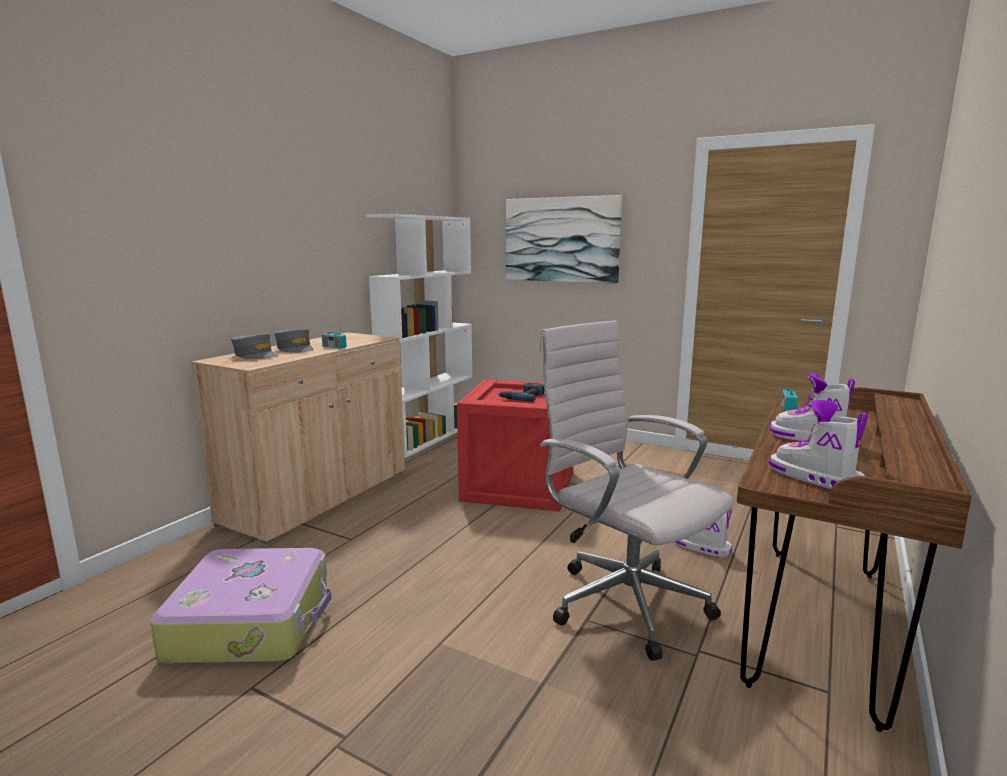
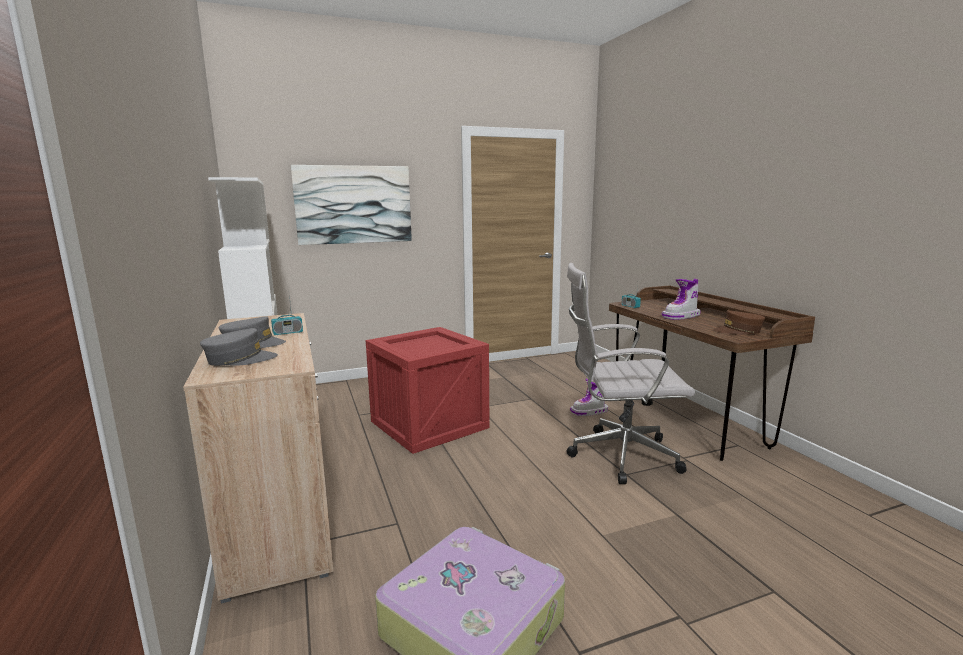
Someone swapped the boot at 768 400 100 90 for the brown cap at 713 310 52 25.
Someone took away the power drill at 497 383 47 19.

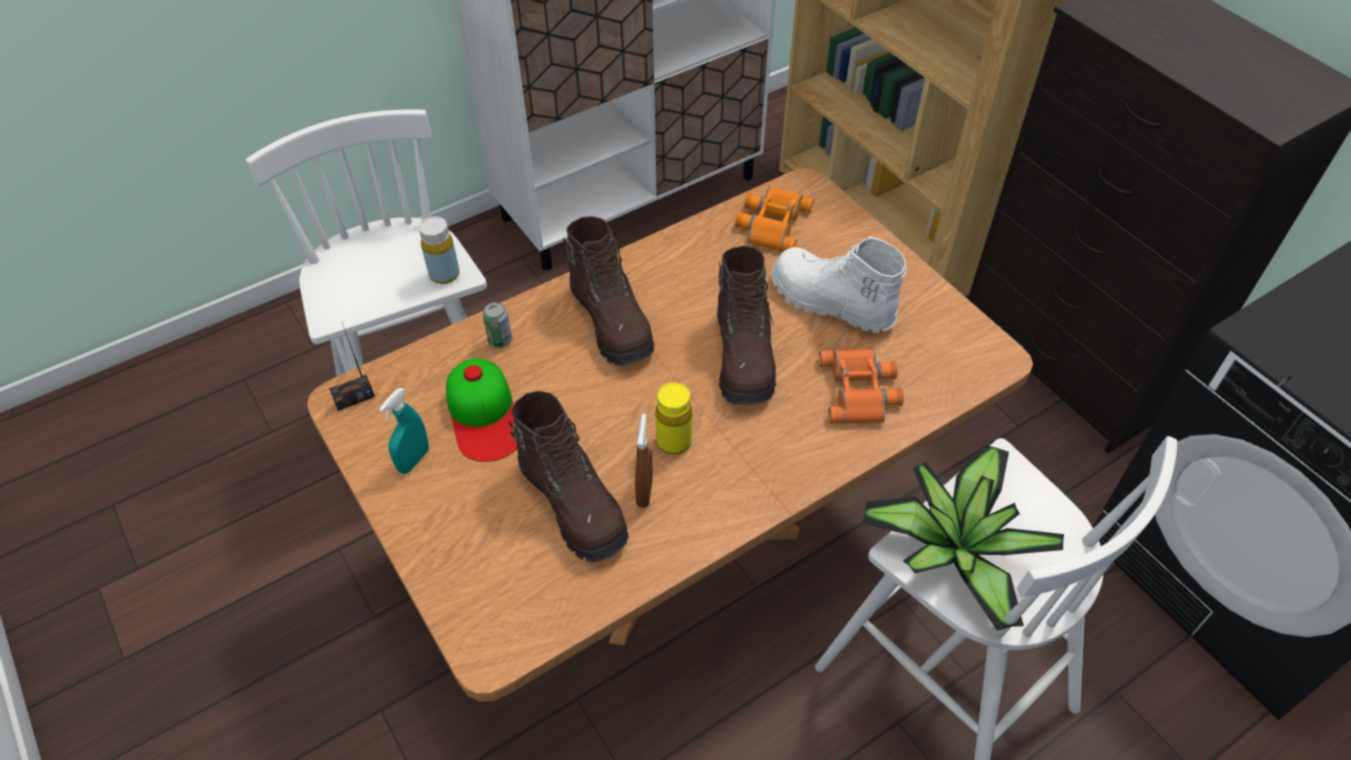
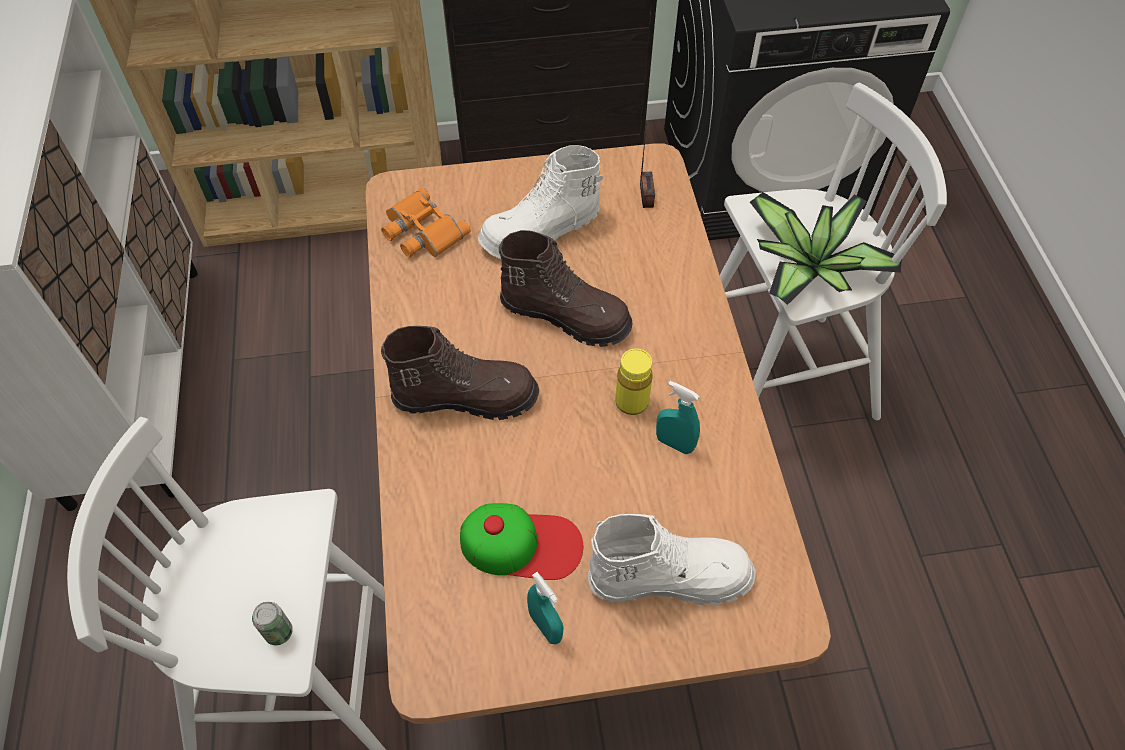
Someone carried the can from 483 302 29 46 to 252 602 41 43.
Someone put down the white boot at 588 514 168 92.
Someone carried the radio from 329 323 46 88 to 640 121 15 87.
Someone repainted the brown spray bottle at 635 414 18 94, which became the turquoise spray bottle at 656 381 44 73.
Someone took away the yellow bottle at 419 216 41 68.
Someone took away the brown boot at 508 391 120 171.
Someone took away the orange binoculars at 819 348 85 76.

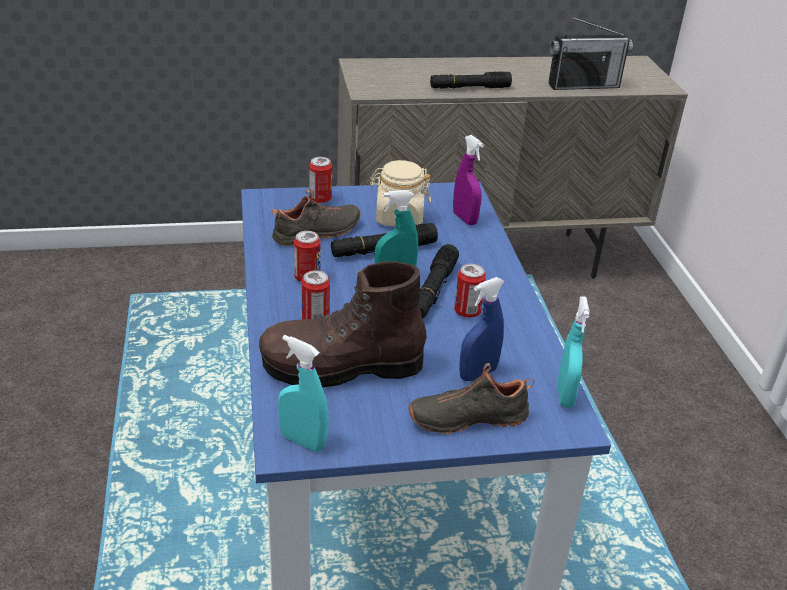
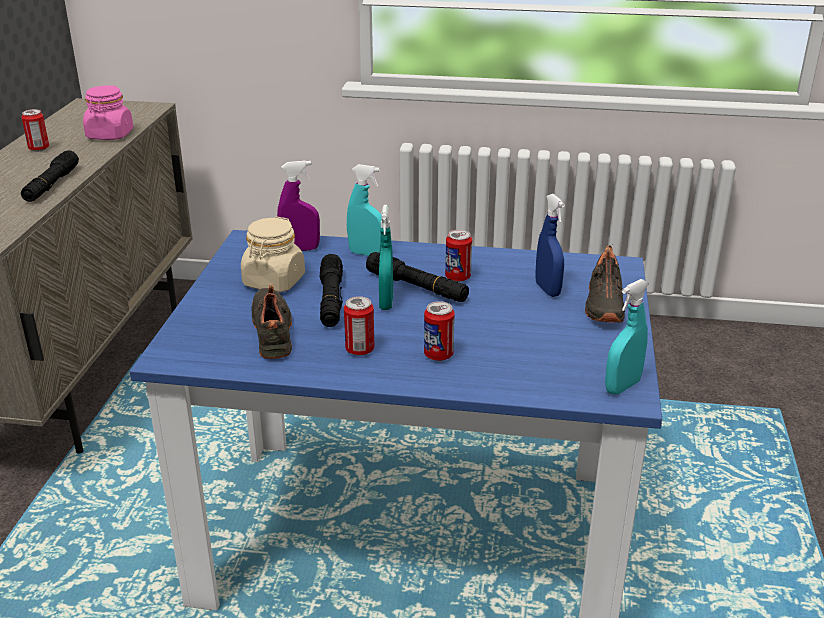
Someone carried the can from 309 157 23 46 to 21 109 28 42.
Someone swapped the radio at 549 16 84 74 for the pink jar at 83 85 51 55.
Someone carried the turquoise spray bottle from 557 297 32 111 to 347 164 35 92.
Someone took away the brown boot at 259 261 168 127.

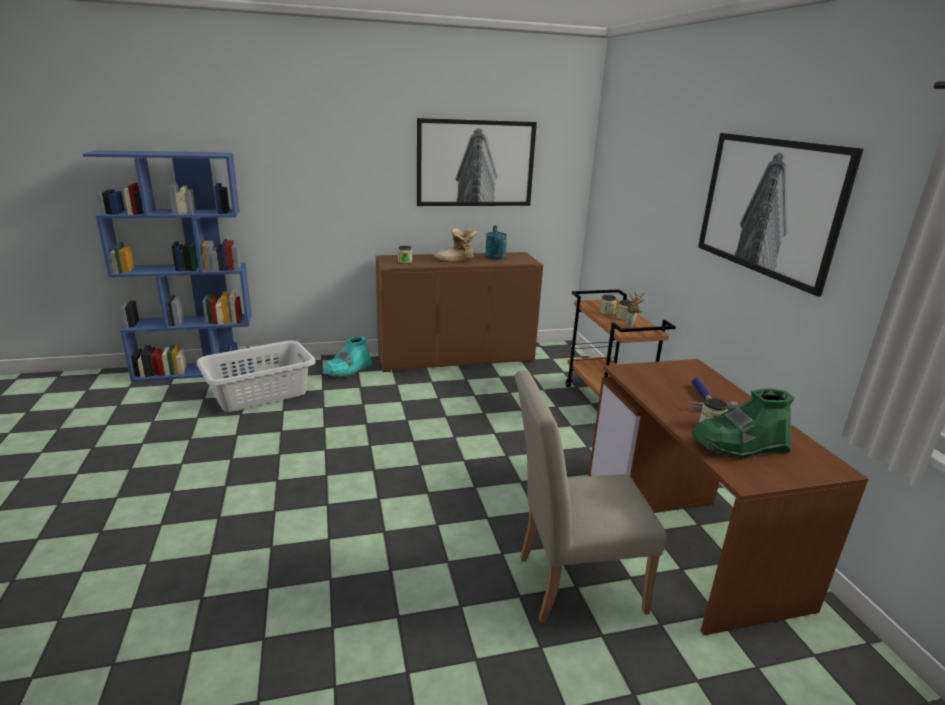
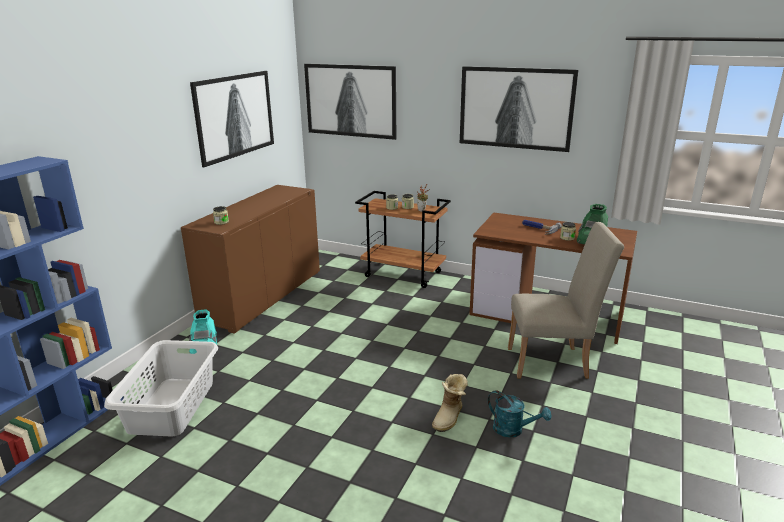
Someone put up the picture at 304 64 92 76.
Someone carried the boot from 434 228 43 34 to 432 374 36 58.
Someone carried the turquoise watering can from 485 226 22 34 to 488 390 64 48.
Someone rotated the beige chair at 515 370 152 253 by 120 degrees counterclockwise.

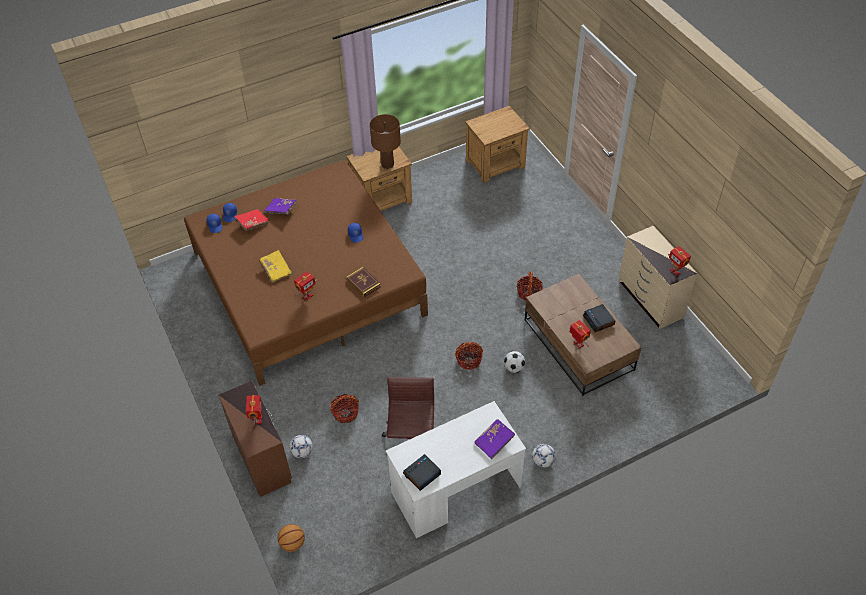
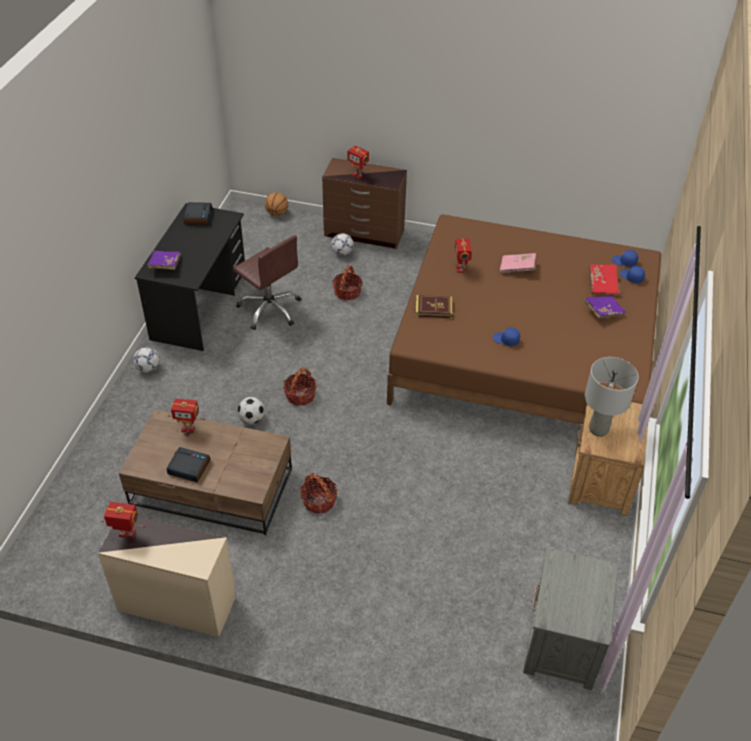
Someone repainted the white desk at 386 401 140 137, which became the black desk at 135 203 110 148.
Someone repainted the yellow book at 259 250 33 33, which became the pink book at 500 253 36 20.
Someone repainted the brown nightstand at 465 106 65 77, which became the grey nightstand at 523 548 95 142.
Someone repainted the brown table lamp at 370 114 31 55, which became the grey table lamp at 585 357 54 80.

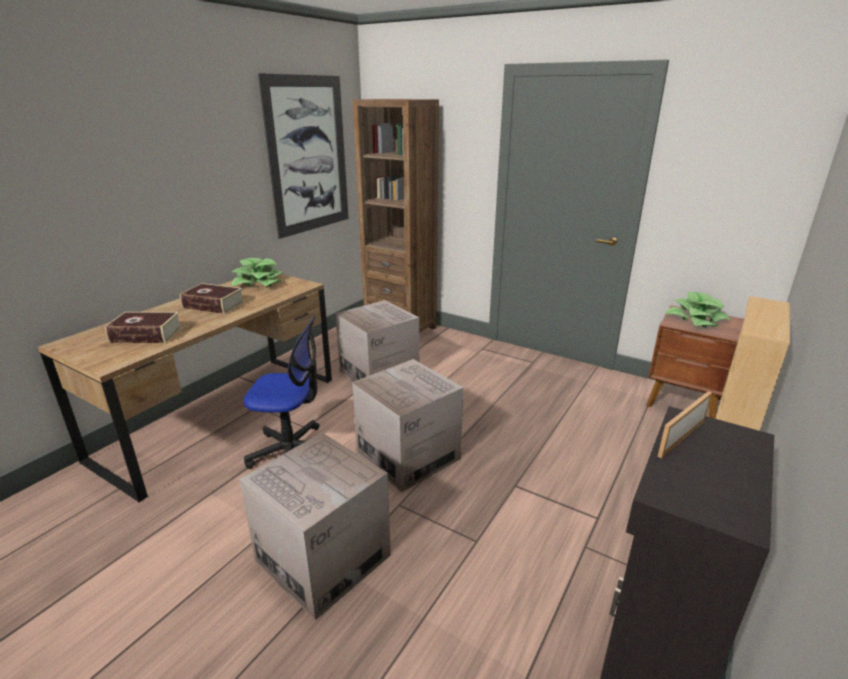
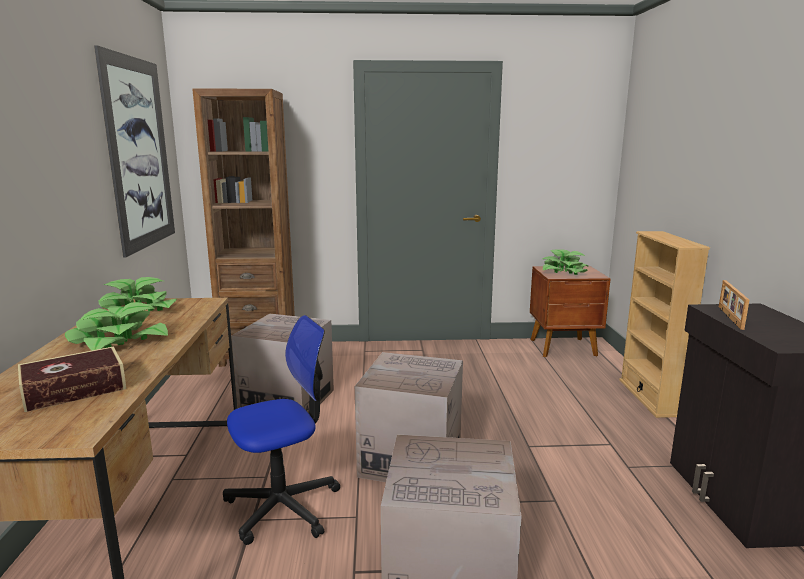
Someone swapped the book at 180 283 65 31 for the potted plant at 65 302 103 49.

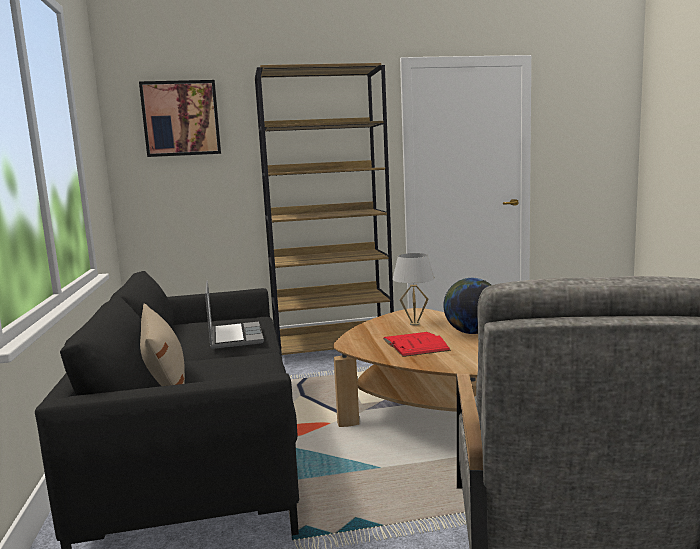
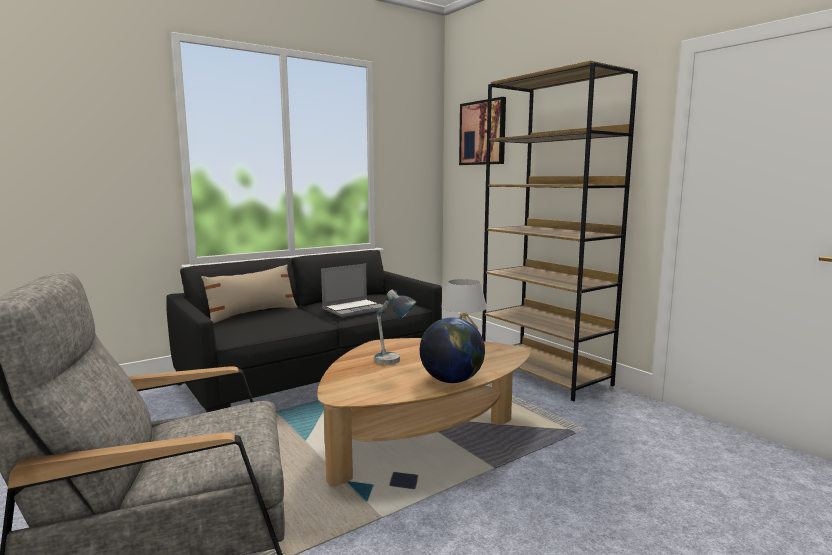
Someone swapped the red book at 383 332 68 25 for the table lamp at 375 290 42 75.

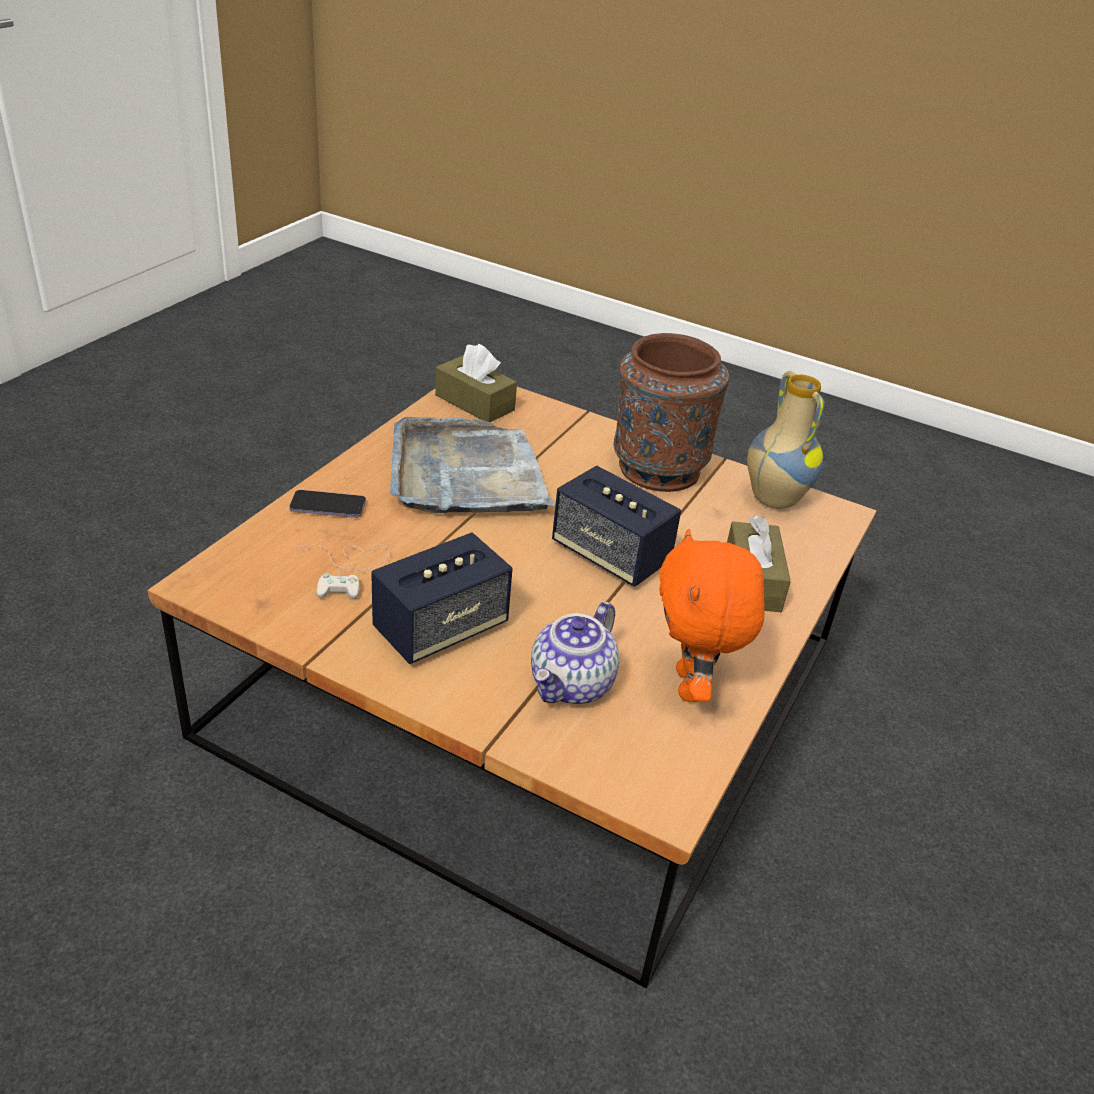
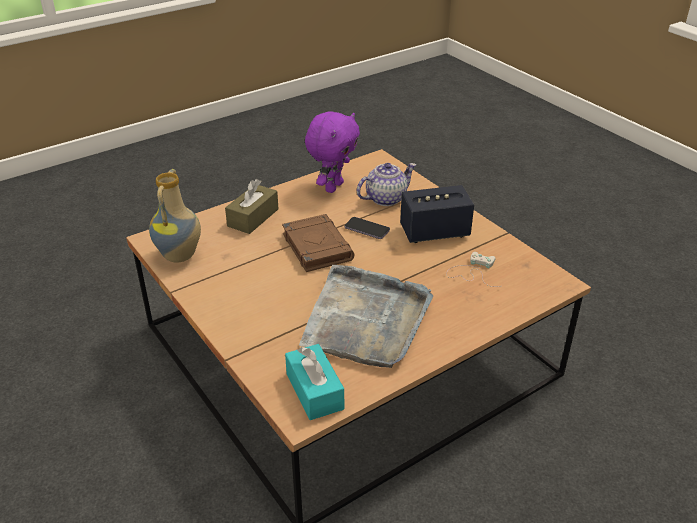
Someone swapped the speaker at 552 465 129 122 for the brown book at 282 214 72 58.
Someone repainted the brown tissue box at 435 344 82 78, which became the turquoise tissue box at 285 344 59 76.
Someone repainted the orange plush toy at 659 529 105 173, which became the purple plush toy at 305 111 55 82.
Someone carried the phone from 289 490 77 28 to 344 217 46 22.
Someone took away the brown vase at 613 333 116 159.

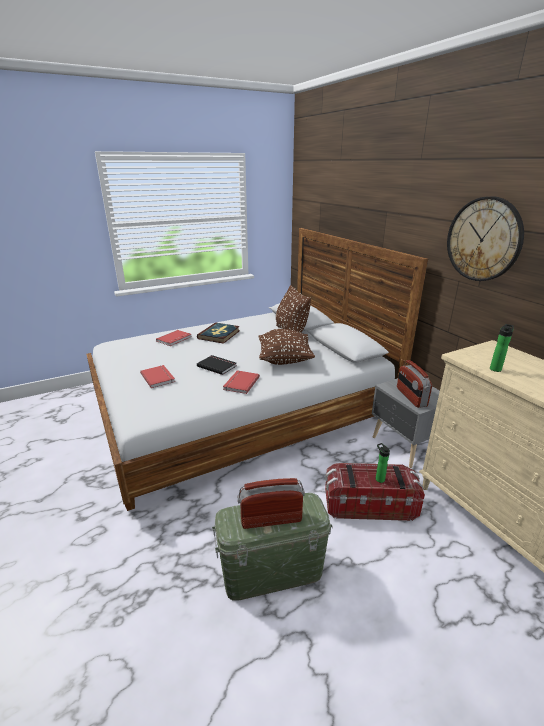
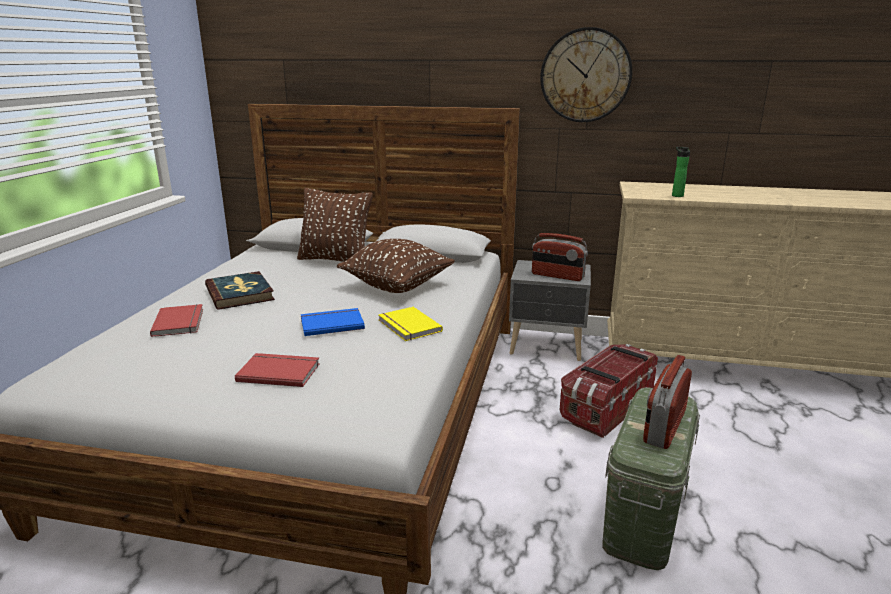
Someone repainted the black book at 197 355 39 20, which became the blue book at 301 308 64 28.
Someone repainted the red book at 223 371 37 23, which became the yellow book at 379 307 64 34.
Someone took away the bottle at 376 443 14 40.

